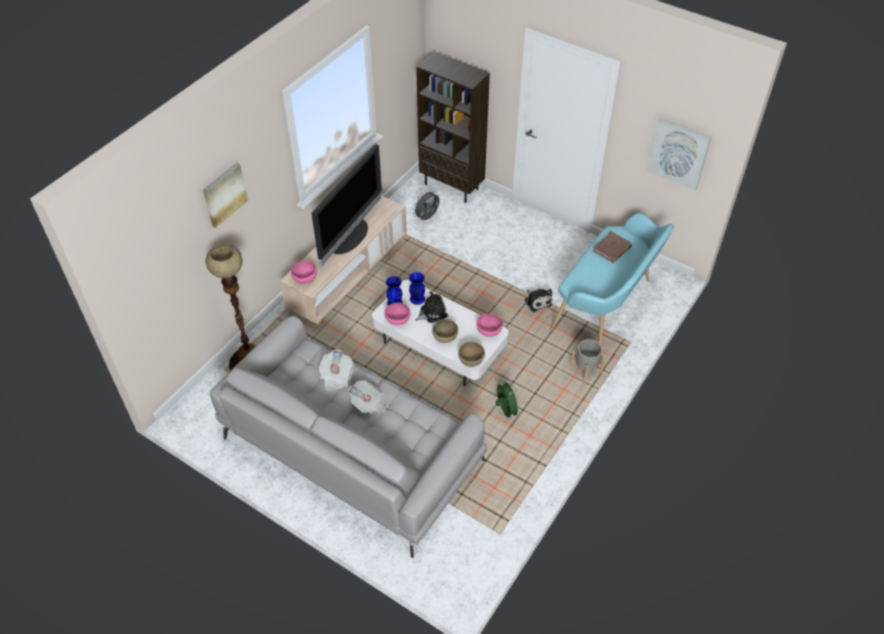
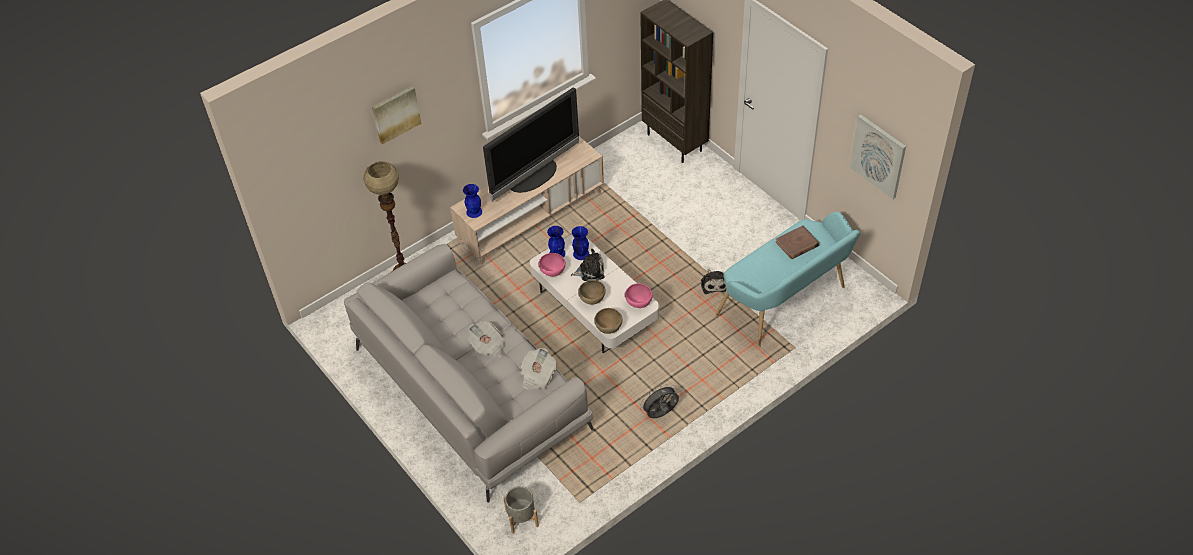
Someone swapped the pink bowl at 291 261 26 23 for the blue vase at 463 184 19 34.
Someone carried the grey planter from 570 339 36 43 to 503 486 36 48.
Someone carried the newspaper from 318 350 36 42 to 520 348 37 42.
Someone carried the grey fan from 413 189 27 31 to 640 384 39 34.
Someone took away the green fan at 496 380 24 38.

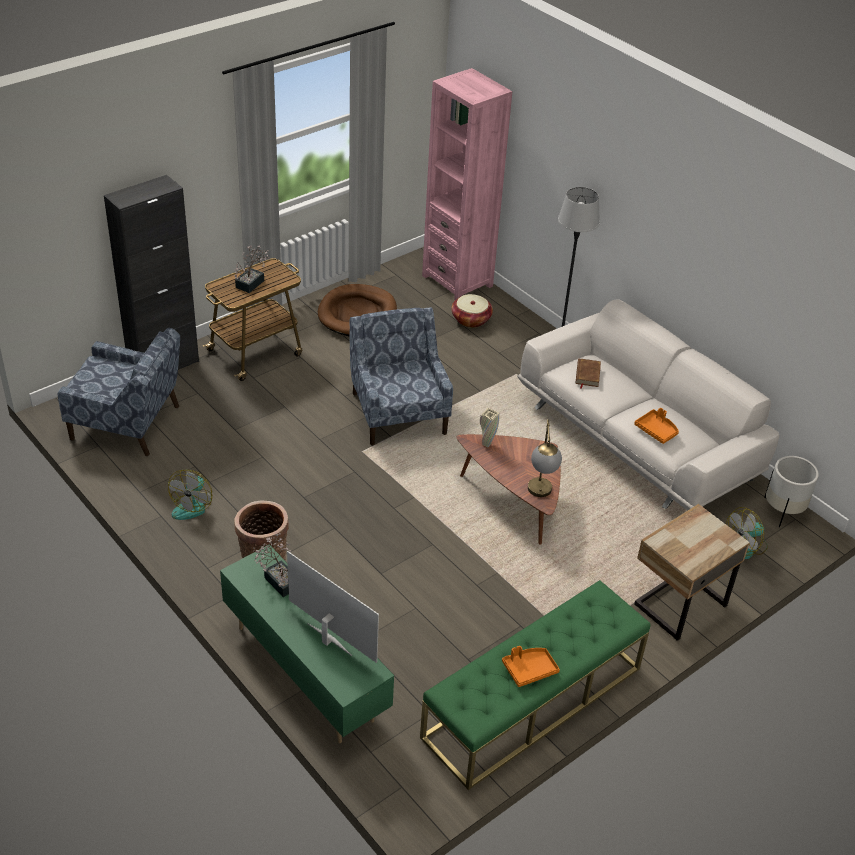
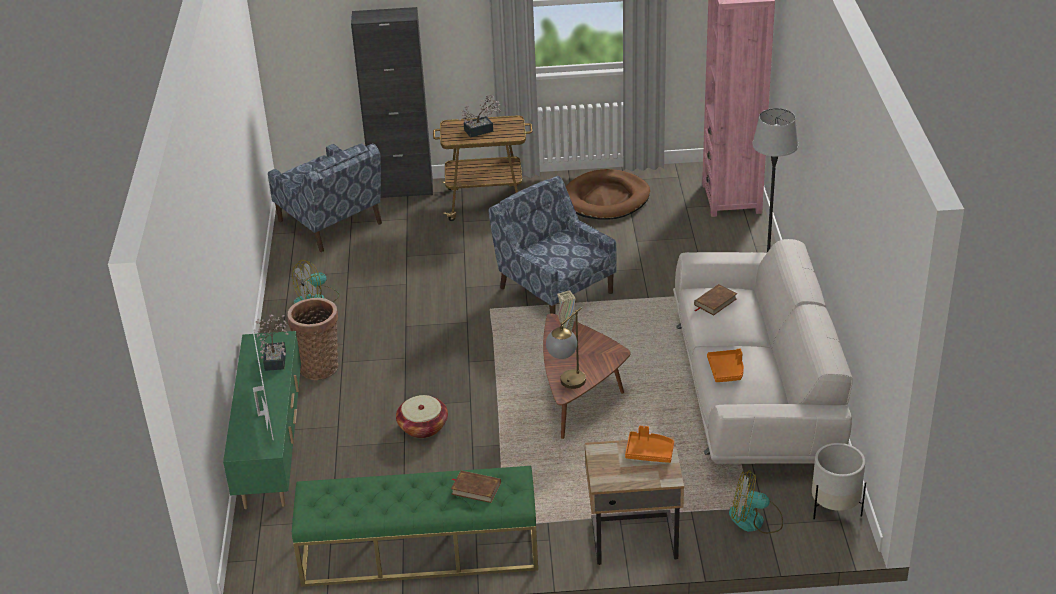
Someone carried the basket from 451 294 42 34 to 396 395 52 43.
Someone put down the brown book at 451 471 50 32.
Someone rotated the blue armchair at 349 307 104 138 by 60 degrees counterclockwise.
Someone carried the orange tray from 502 646 58 41 to 625 426 49 37.

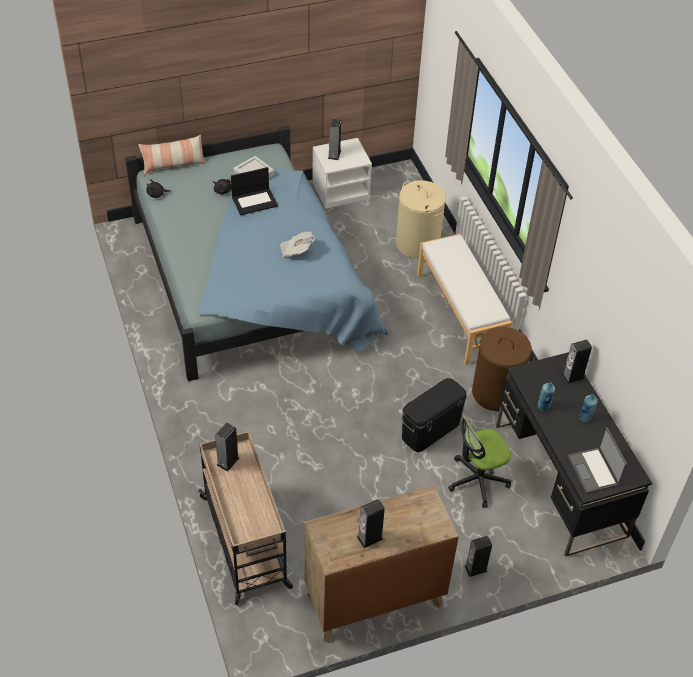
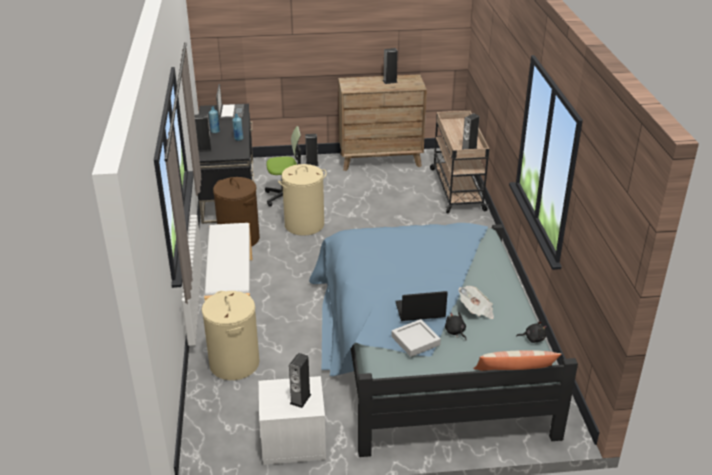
Someone swapped the black storage box at 402 378 65 74 for the beige laundry basket at 278 164 49 72.
Someone carried the newspaper from 281 231 34 26 to 459 286 35 33.

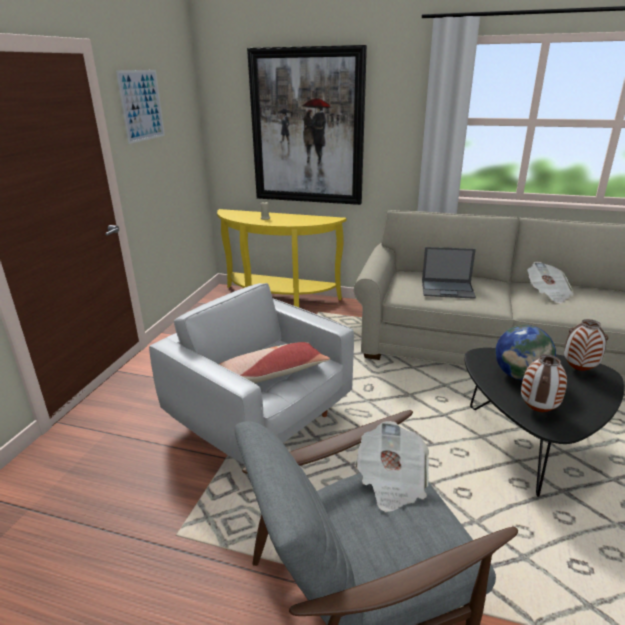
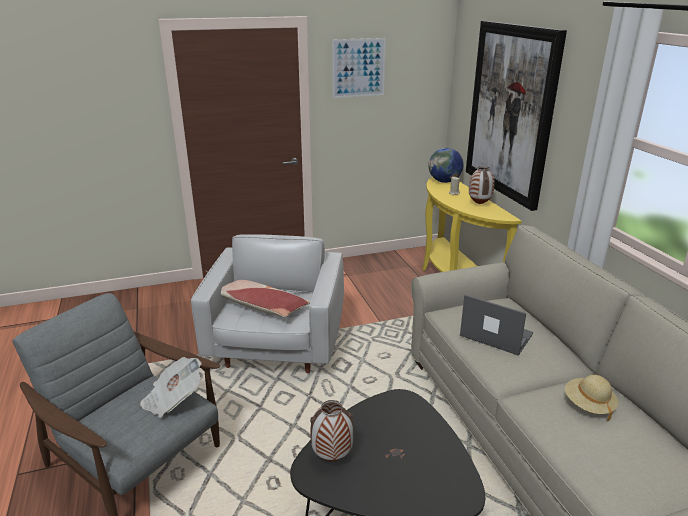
Someone carried the globe from 495 325 61 56 to 429 148 34 35.
Someone rotated the laptop at 422 247 54 52 by 150 degrees clockwise.
Someone carried the vase from 564 319 44 52 to 469 166 26 38.
Someone swapped the newspaper at 527 261 47 43 for the beige hat at 565 375 53 46.

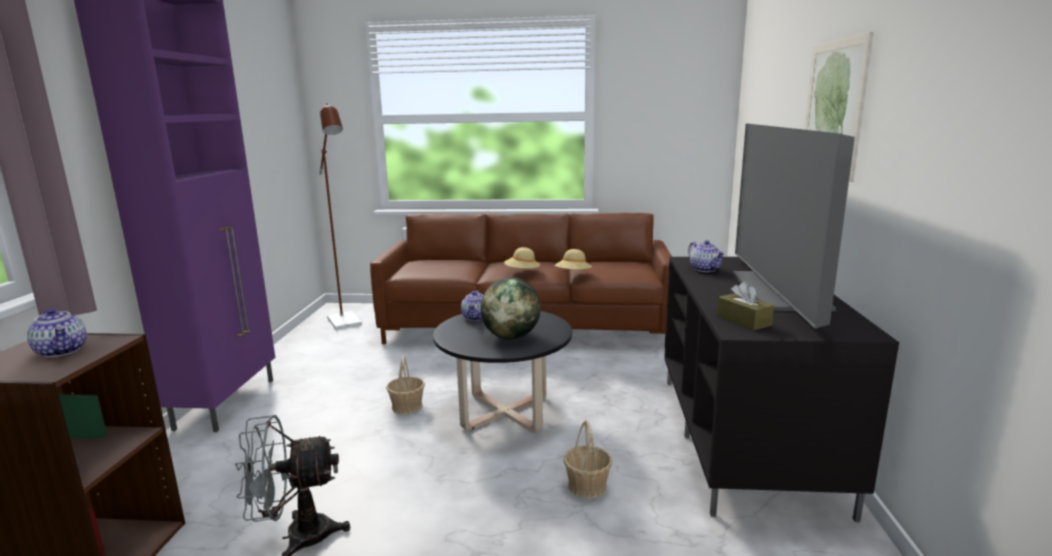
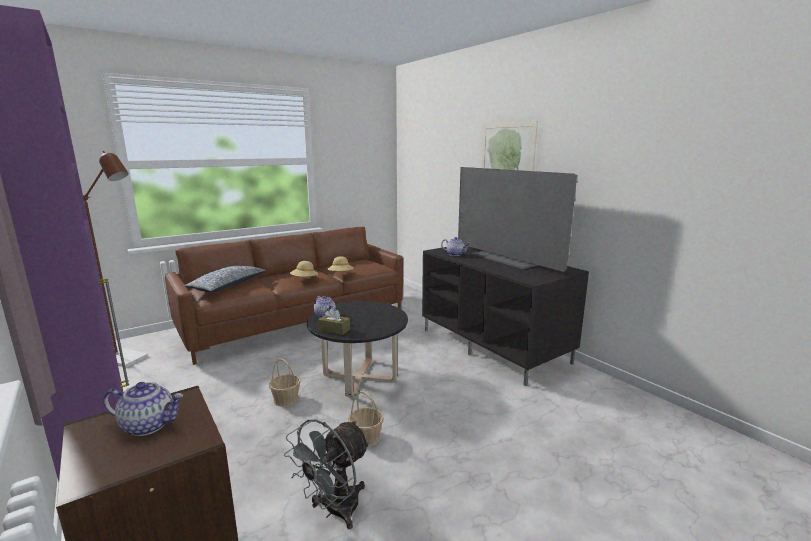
Someone put down the pillow at 183 266 83 26.
Someone carried the brown tissue box from 717 281 57 49 to 318 308 32 27.
Someone carried the basket from 564 420 48 78 to 348 391 36 55.
Someone took away the globe at 480 277 61 62.

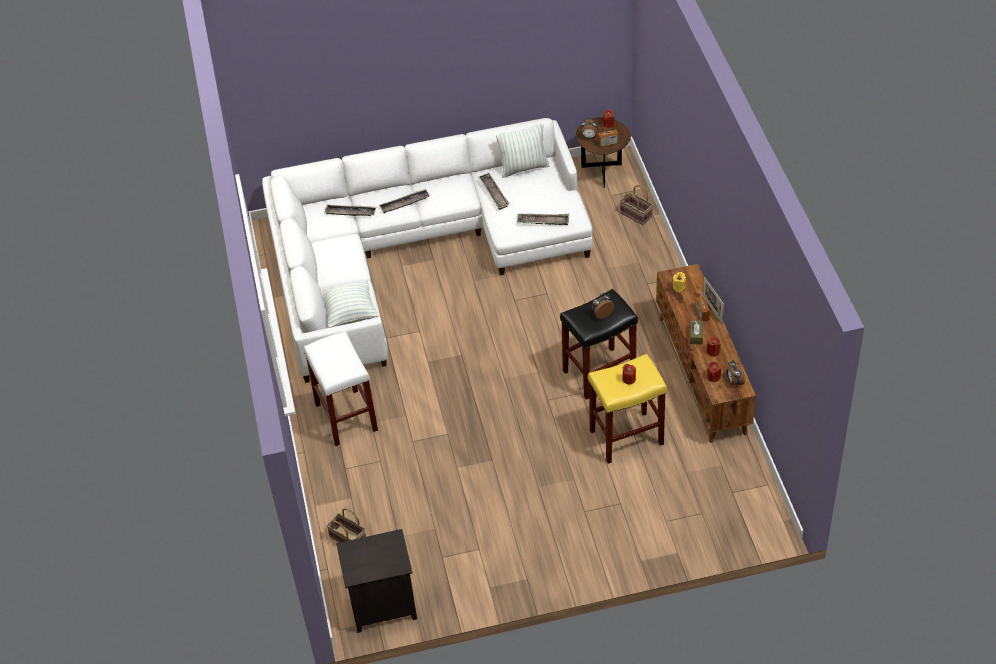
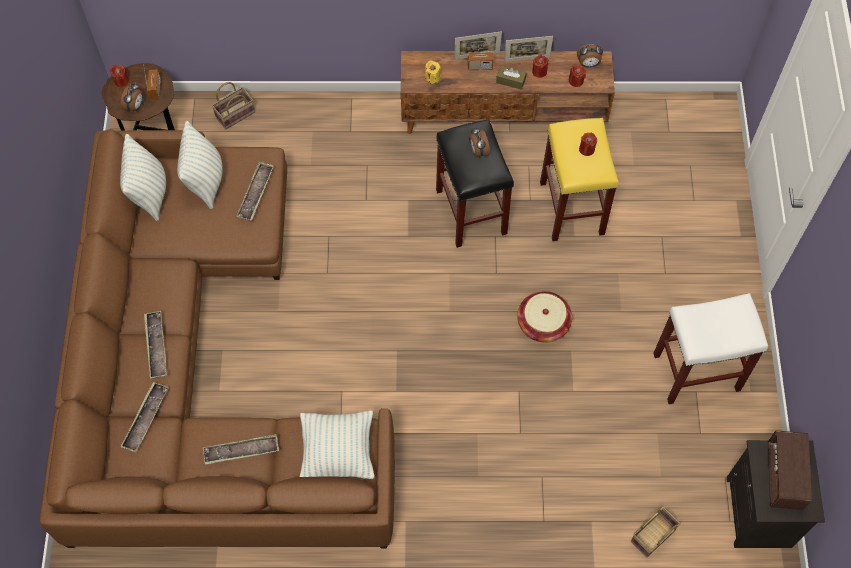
Someone repainted the white sofa at 262 118 331 265, which became the brown sofa at 39 129 356 419.
Someone put down the pillow at 177 121 46 88.
Someone carried the tray from 478 173 32 37 to 203 434 76 31.
Someone put down the picture frame at 504 36 49 26.
Someone put down the basket at 517 291 55 51.
Someone carried the white stool from 304 331 74 115 to 653 293 115 111.
Someone put down the radio at 768 431 44 79.

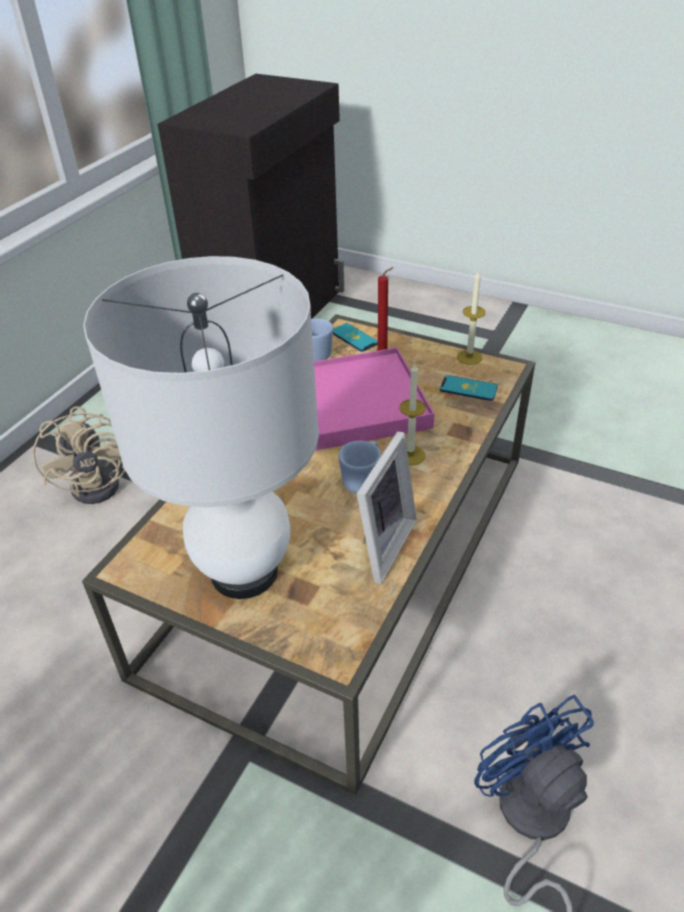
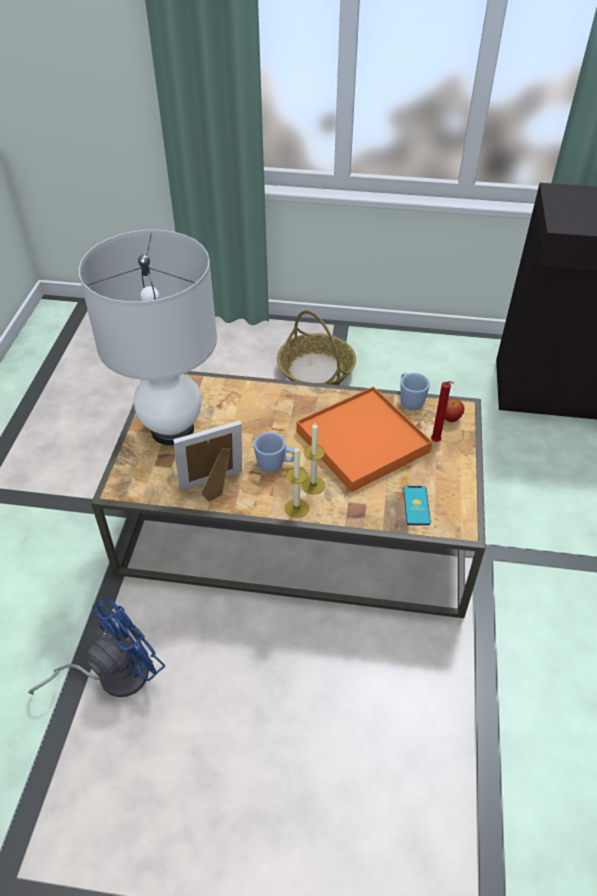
Someone rotated the picture frame at 357 431 60 153 by 150 degrees clockwise.
Someone swapped the beige fan at 33 406 92 98 for the basket at 277 310 79 75.
Someone carried the candle from 457 271 29 94 to 285 446 24 72.
Someone repainted the pink tray at 314 348 121 103, which became the orange tray at 296 386 136 106.
Someone swapped the phone at 333 323 45 29 for the apple at 444 398 20 24.

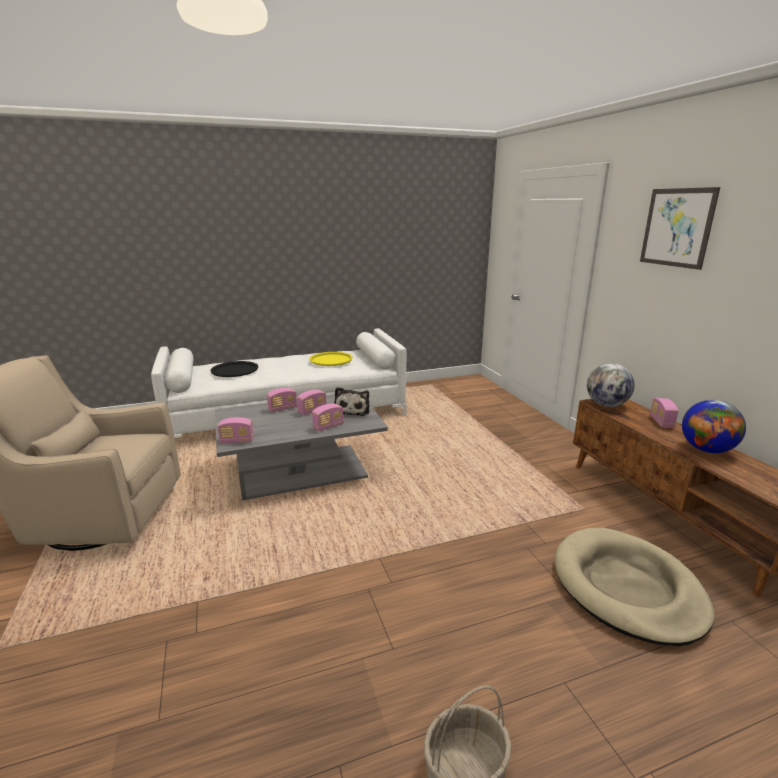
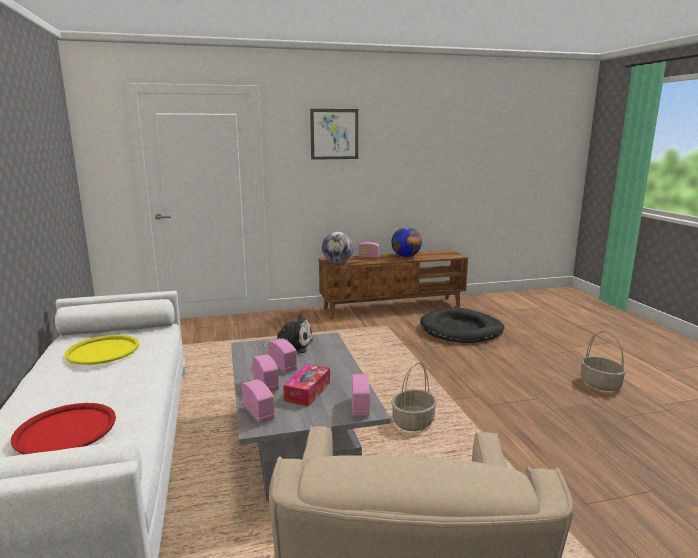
Someone repainted the black tray at 210 361 48 16, which became the red tray at 11 403 105 52.
Someone carried the radio from 312 403 32 28 to 242 379 33 45.
Someone put down the tissue box at 283 364 47 42.
Someone put down the basket at 391 362 46 69.
Someone repainted the beige dog bed at 555 528 159 118, which became the black dog bed at 420 308 84 35.

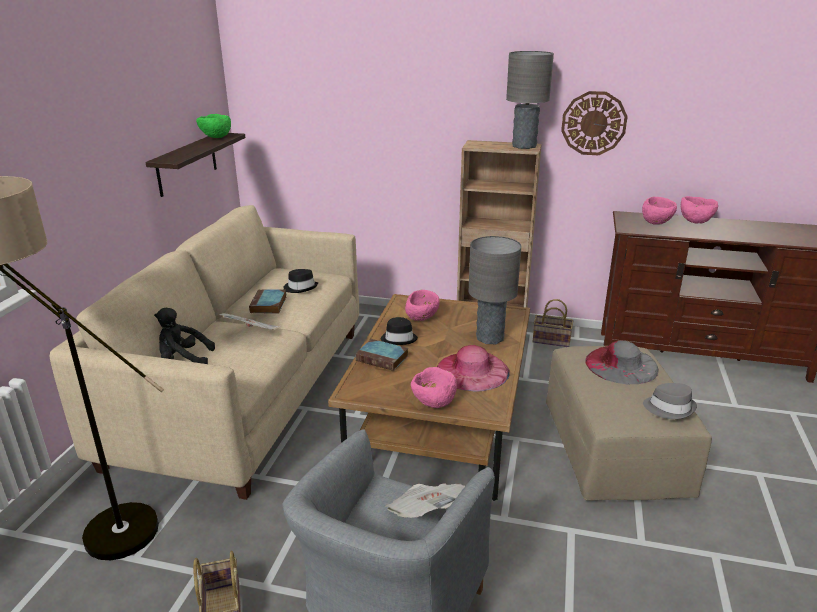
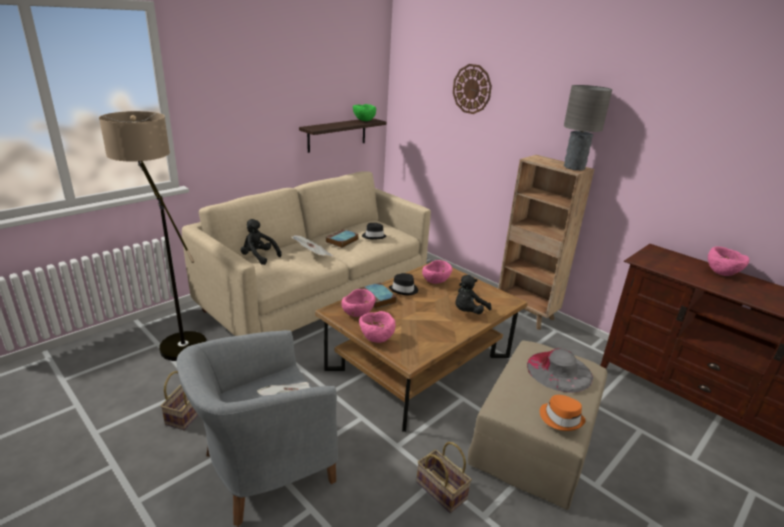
Someone carried the pink bowl from 642 196 35 29 to 341 289 35 28.
Someone carried the basket from 533 299 41 48 to 416 442 56 71.
Someone carried the wall clock from 561 91 67 64 to 453 64 39 50.
Someone swapped the grey table lamp at 469 236 53 108 for the black plush toy at 455 275 36 39.
Someone repainted the grey hat at 643 383 54 36, which became the orange hat at 540 395 46 36.
Someone took away the pink hat at 437 345 73 46.

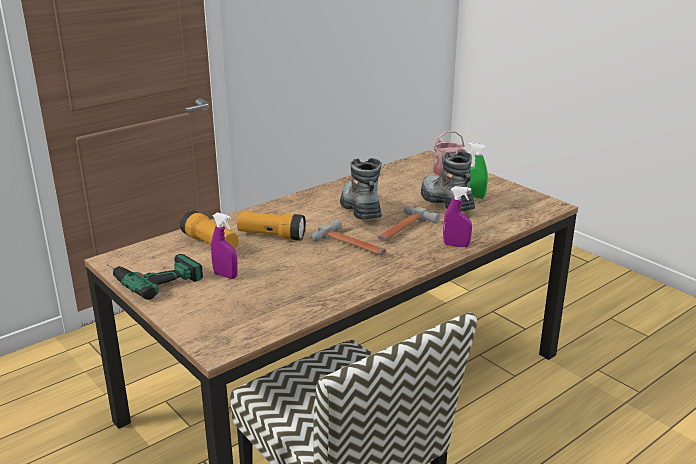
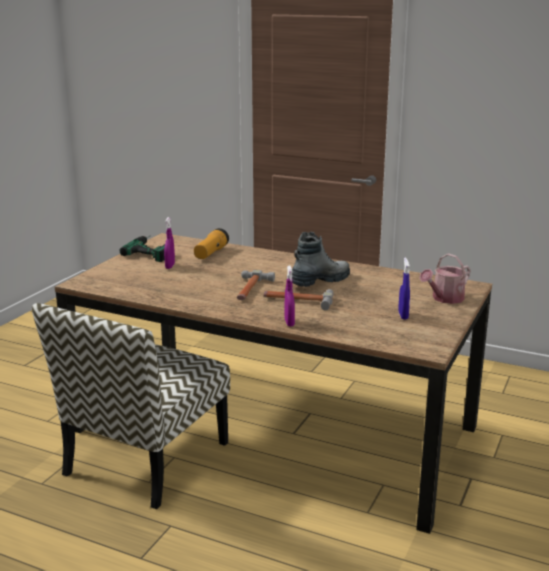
Someone repainted the green spray bottle at 468 143 20 56, which became the blue spray bottle at 398 257 12 63.
Someone took away the flashlight at 237 211 69 30.
Someone took away the boot at 421 151 54 61.

